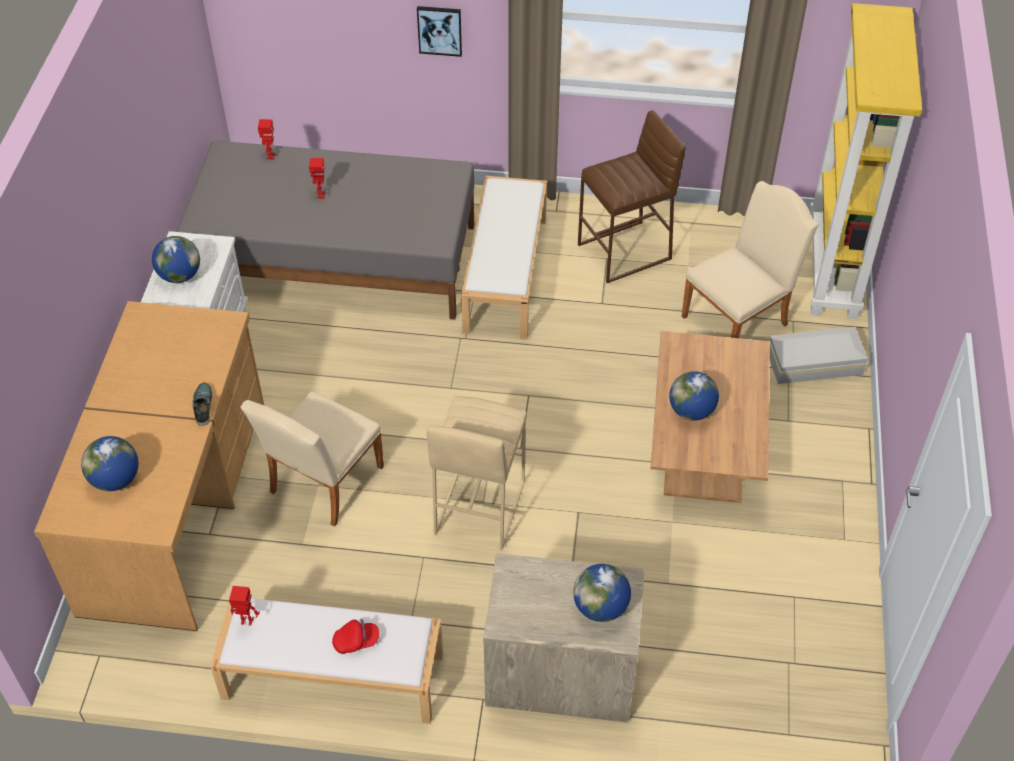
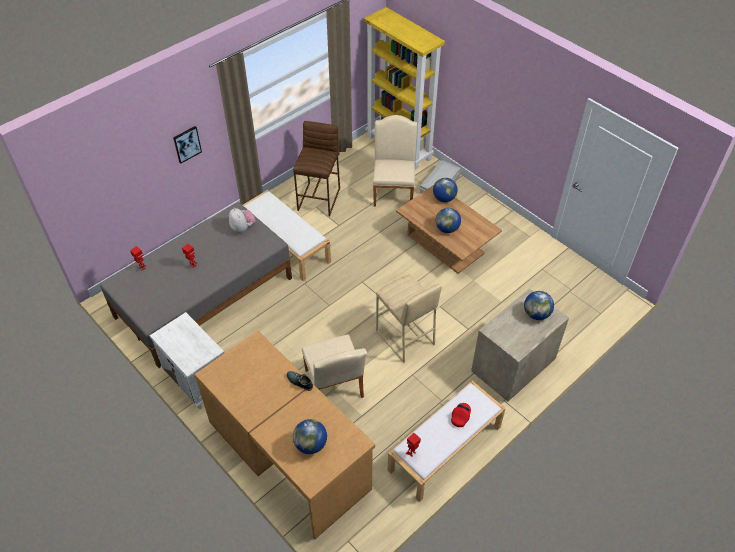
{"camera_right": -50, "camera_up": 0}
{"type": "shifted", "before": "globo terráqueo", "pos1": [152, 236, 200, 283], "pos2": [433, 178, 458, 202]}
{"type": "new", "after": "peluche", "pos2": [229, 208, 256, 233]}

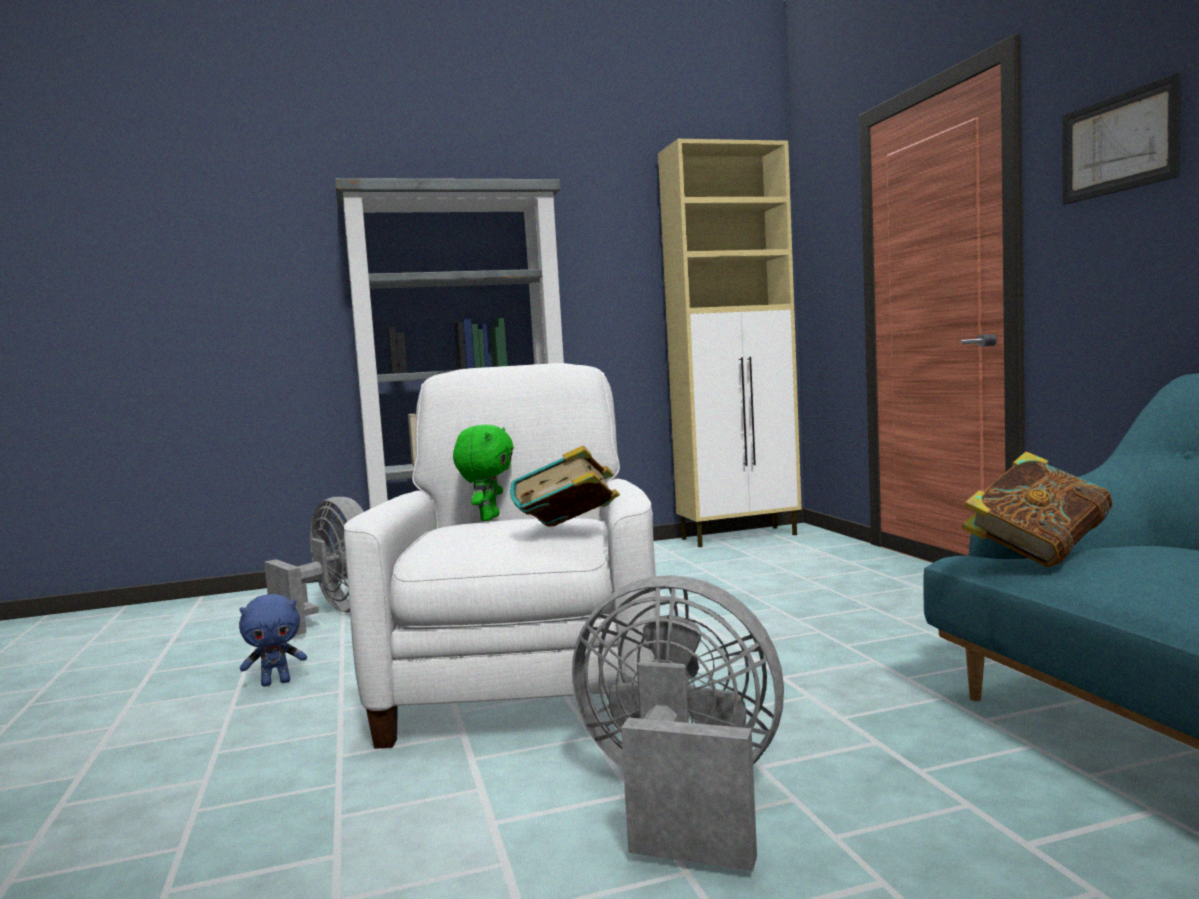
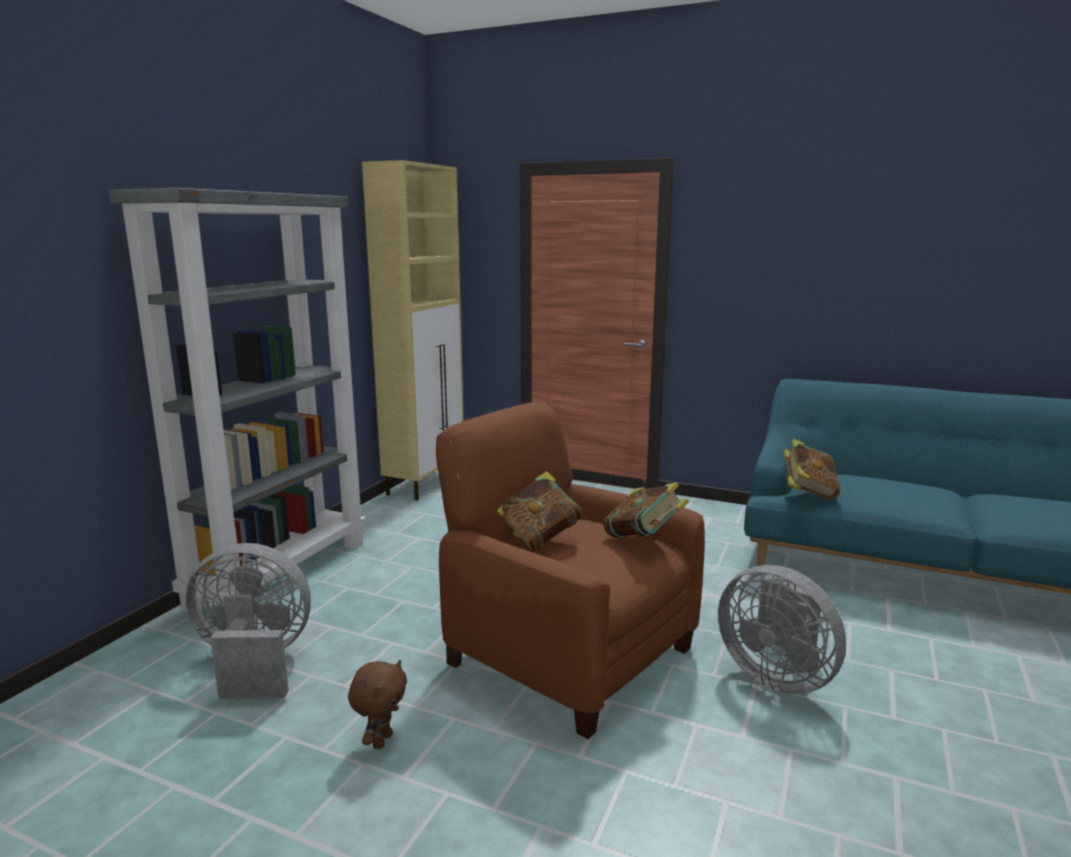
{"camera_right": -50, "camera_up": 10}
{"type": "gone", "before": "cuadro", "pos1": [1062, 73, 1181, 205]}
{"type": "repainted", "before": "sillón (blanco)", "after": "sillón (marrón)", "pos1": [344, 363, 657, 749], "pos2": [436, 402, 705, 739]}
{"type": "swapped", "before": "peluche (verde)", "after": "libro", "pos1": [453, 425, 514, 521], "pos2": [497, 471, 582, 552]}
{"type": "rotated", "before": "ventilador (gris)", "pos1": [572, 575, 784, 871], "pos2": [718, 565, 846, 695], "turn": -105}
{"type": "repainted", "before": "peluche (azul)", "after": "peluche (marrón)", "pos1": [239, 594, 307, 687], "pos2": [348, 660, 407, 749]}

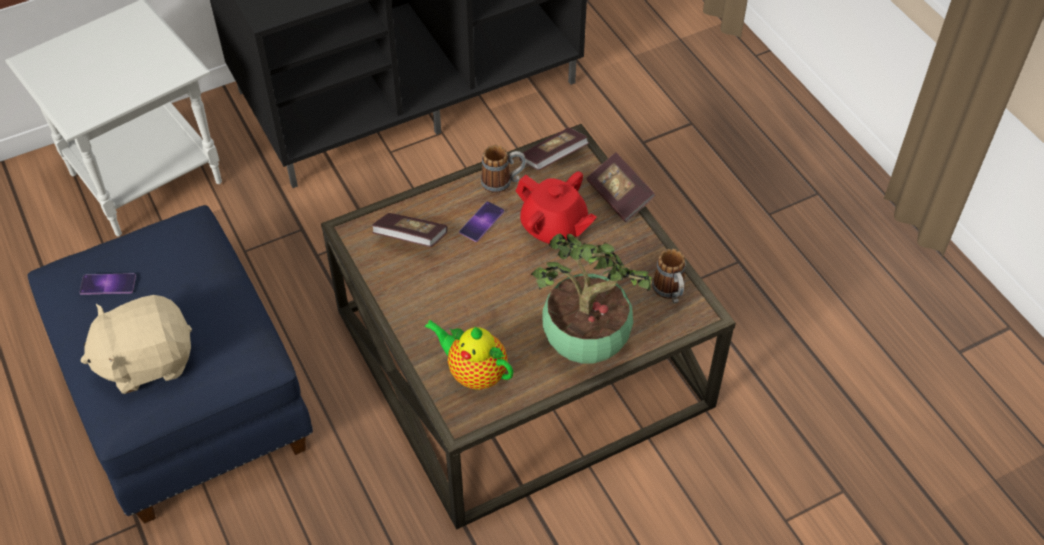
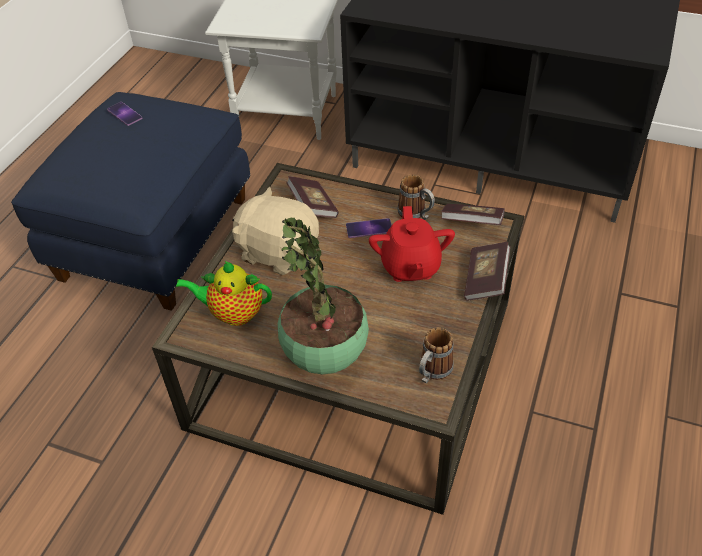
{"camera_right": 50, "camera_up": -5}
{"type": "shifted", "before": "peluche (beis)", "pos1": [81, 295, 192, 394], "pos2": [232, 186, 319, 275]}
{"type": "rotated", "before": "tetera", "pos1": [424, 320, 513, 390], "pos2": [176, 261, 272, 326], "turn": -75}

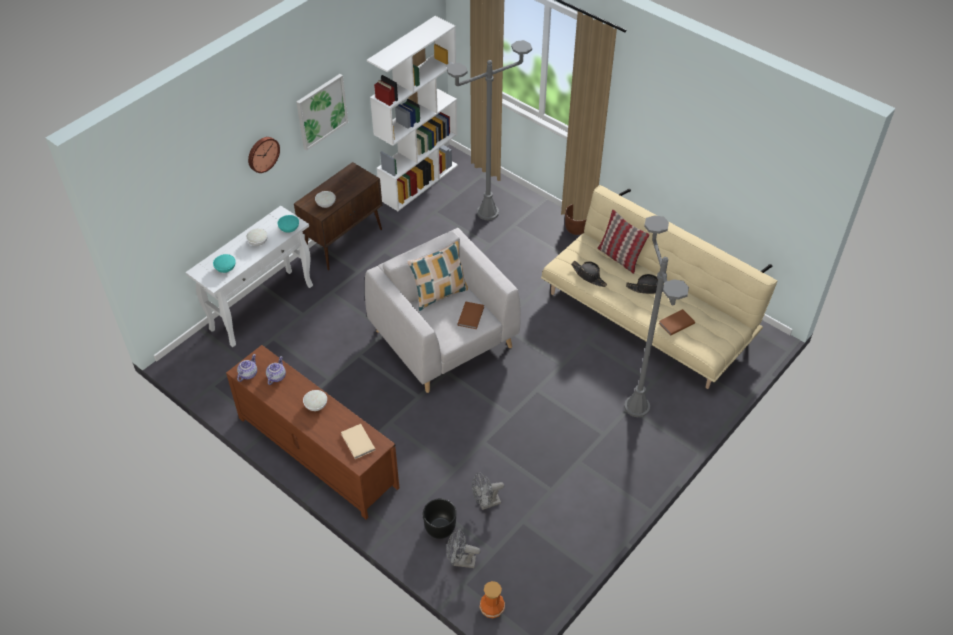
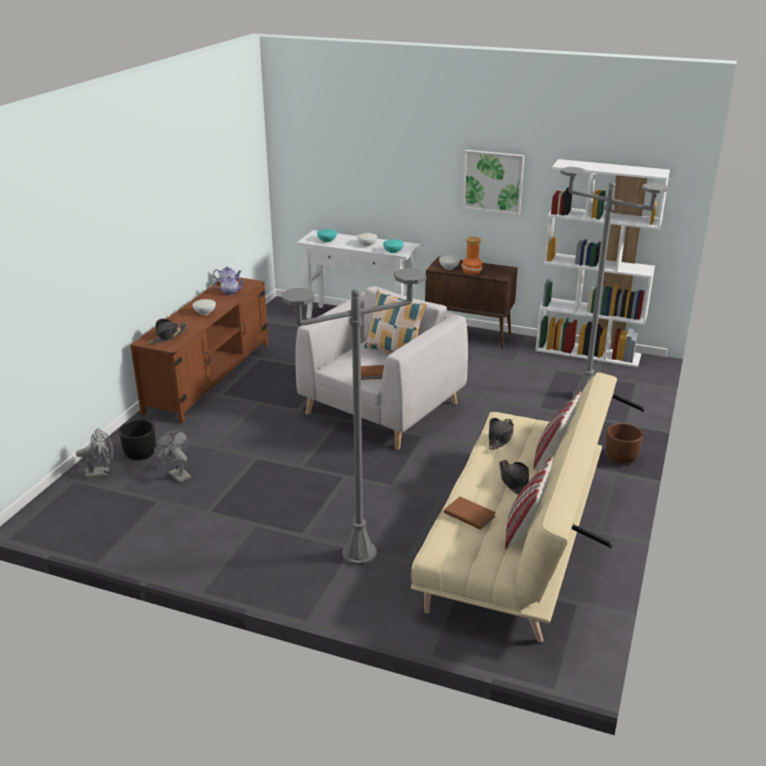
{"camera_right": 70, "camera_up": -20}
{"type": "gone", "before": "reloj de pared", "pos1": [248, 137, 280, 173]}
{"type": "swapped", "before": "libro (beis)", "after": "sombrero (negro)", "pos1": [341, 424, 376, 459], "pos2": [148, 319, 187, 344]}
{"type": "rotated", "before": "ventilador (gris)", "pos1": [446, 528, 481, 568], "pos2": [76, 428, 113, 479], "turn": 90}
{"type": "shifted", "before": "florero", "pos1": [480, 581, 505, 618], "pos2": [462, 237, 483, 275]}
{"type": "new", "after": "cojín", "pos2": [505, 456, 553, 550]}

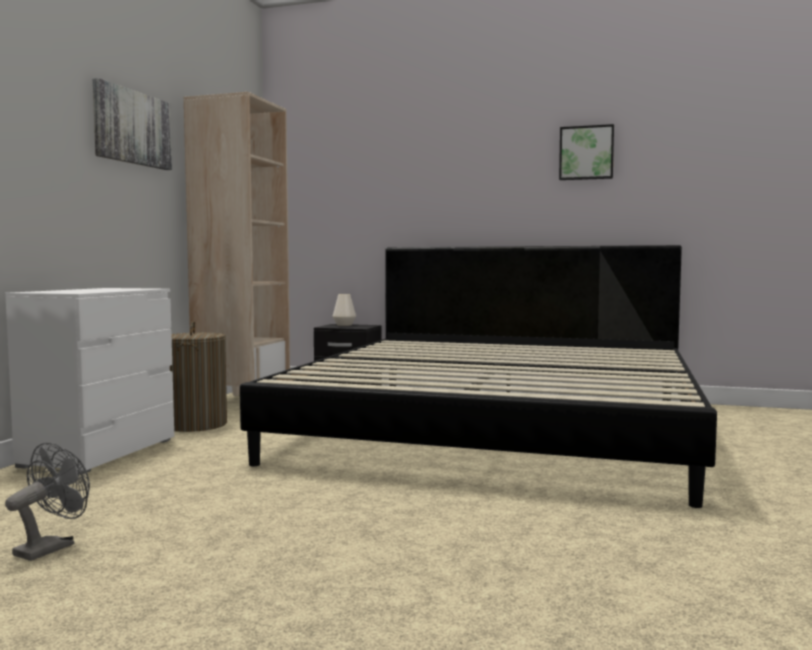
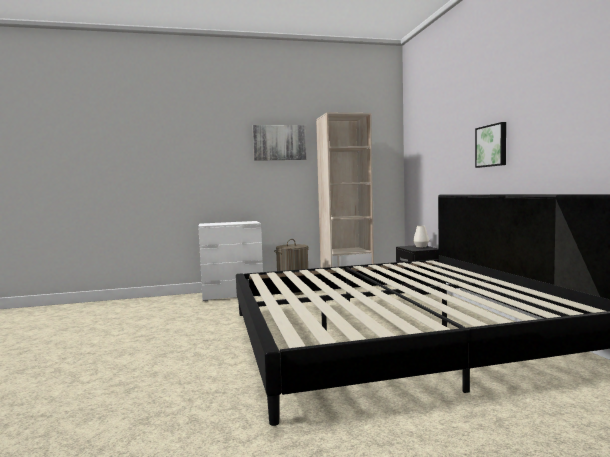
{"camera_right": 60, "camera_up": 0}
{"type": "shifted", "before": "cuadro", "pos1": [559, 124, 614, 180], "pos2": [475, 122, 506, 168]}
{"type": "gone", "before": "ventilador (gris)", "pos1": [5, 442, 90, 561]}

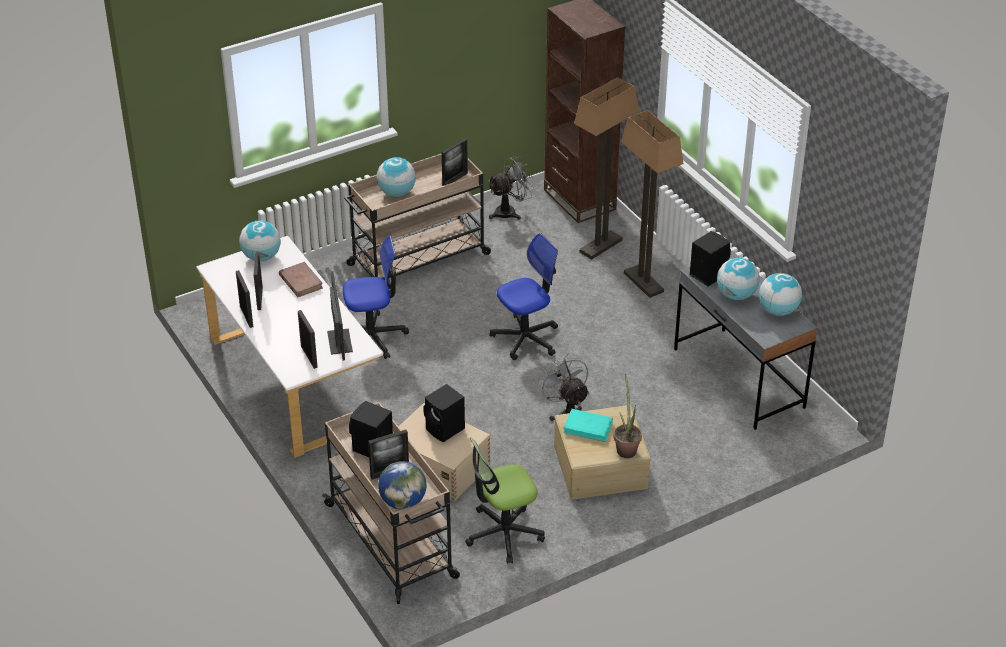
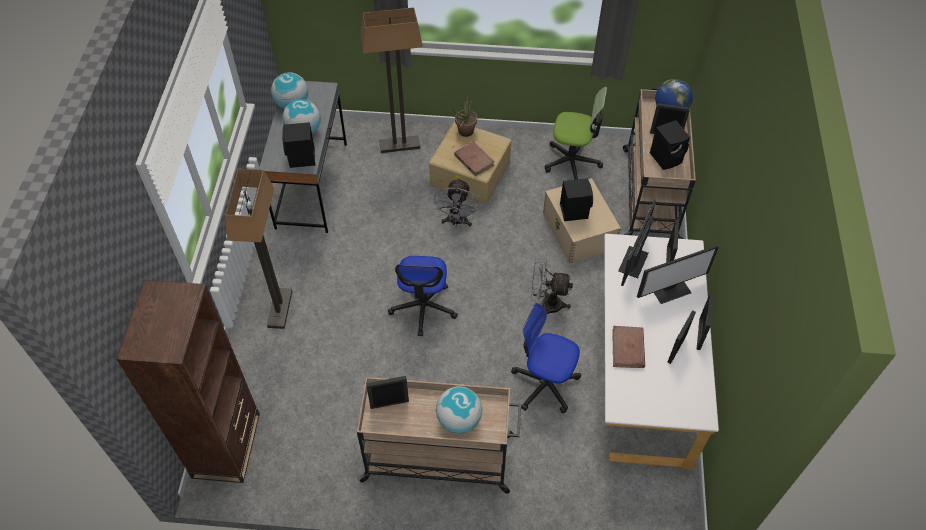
{"camera_right": -145, "camera_up": 15}
{"type": "shifted", "before": "lámpara de pie", "pos1": [574, 77, 639, 259], "pos2": [361, 7, 423, 153]}
{"type": "shifted", "before": "ventilador (gris)", "pos1": [488, 156, 534, 220], "pos2": [531, 258, 573, 314]}
{"type": "gone", "before": "globo terráqueo", "pos1": [239, 220, 281, 262]}
{"type": "rotated", "before": "silla de oficina", "pos1": [489, 233, 558, 360], "pos2": [388, 256, 458, 336], "turn": -90}
{"type": "repainted", "before": "libro (turquesa)", "after": "libro (marrón)", "pos1": [563, 409, 613, 442], "pos2": [454, 141, 494, 176]}
{"type": "new", "after": "monitor", "pos2": [637, 245, 719, 304]}

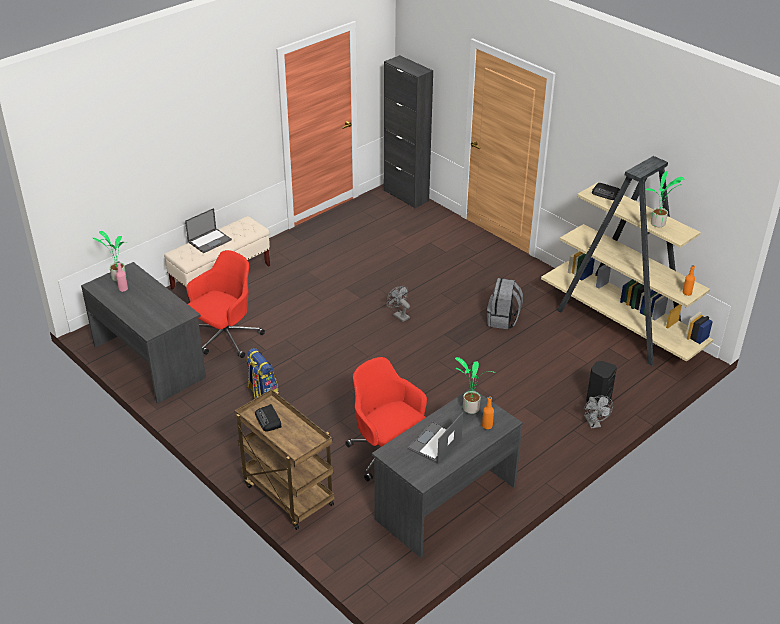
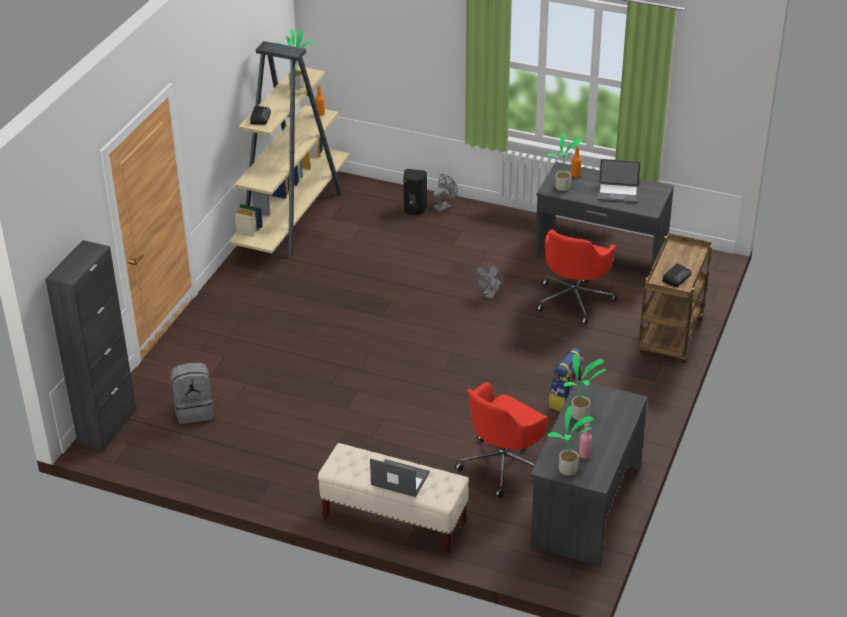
{"camera_right": -115, "camera_up": 0}
{"type": "rotated", "before": "silla de oficina (rojo)", "pos1": [186, 250, 265, 358], "pos2": [454, 382, 548, 498], "turn": -60}
{"type": "shifted", "before": "mochila (gris)", "pos1": [487, 278, 523, 329], "pos2": [171, 363, 214, 424]}
{"type": "shifted", "before": "ventilador (gris)", "pos1": [387, 286, 410, 322], "pos2": [474, 263, 503, 299]}
{"type": "new", "after": "planta en maceta", "pos2": [564, 354, 606, 420]}

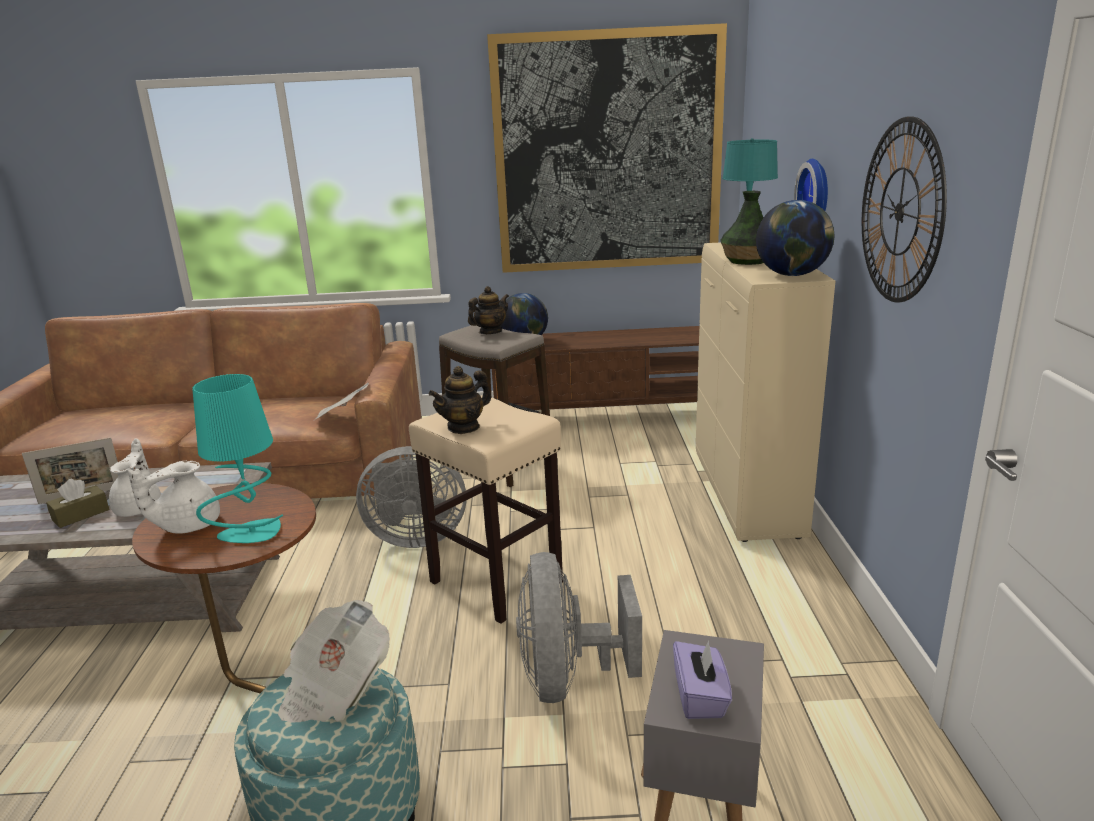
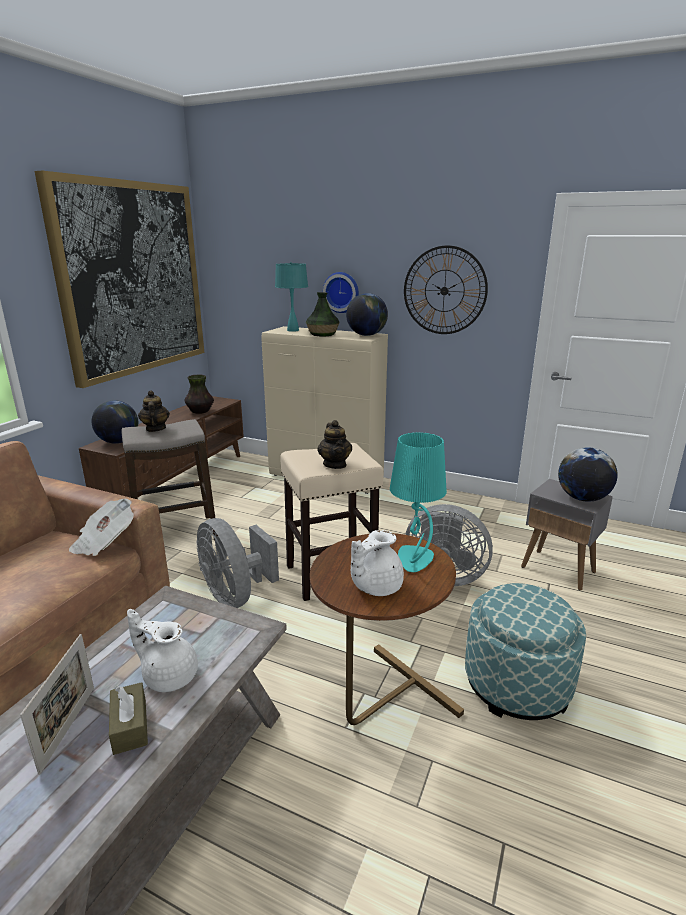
{"camera_right": -65, "camera_up": 0}
{"type": "rotated", "before": "ventilador (gris)", "pos1": [356, 446, 466, 548], "pos2": [196, 518, 279, 608], "turn": 120}
{"type": "rotated", "before": "tetera (blanco)", "pos1": [127, 461, 220, 534], "pos2": [351, 530, 404, 596], "turn": 60}
{"type": "gone", "before": "periódico", "pos1": [278, 600, 390, 723]}
{"type": "swapped", "before": "caja de pañuelos (morado)", "after": "globo terráqueo", "pos1": [673, 640, 732, 719], "pos2": [558, 447, 618, 502]}
{"type": "new", "after": "florero", "pos2": [184, 375, 214, 414]}

